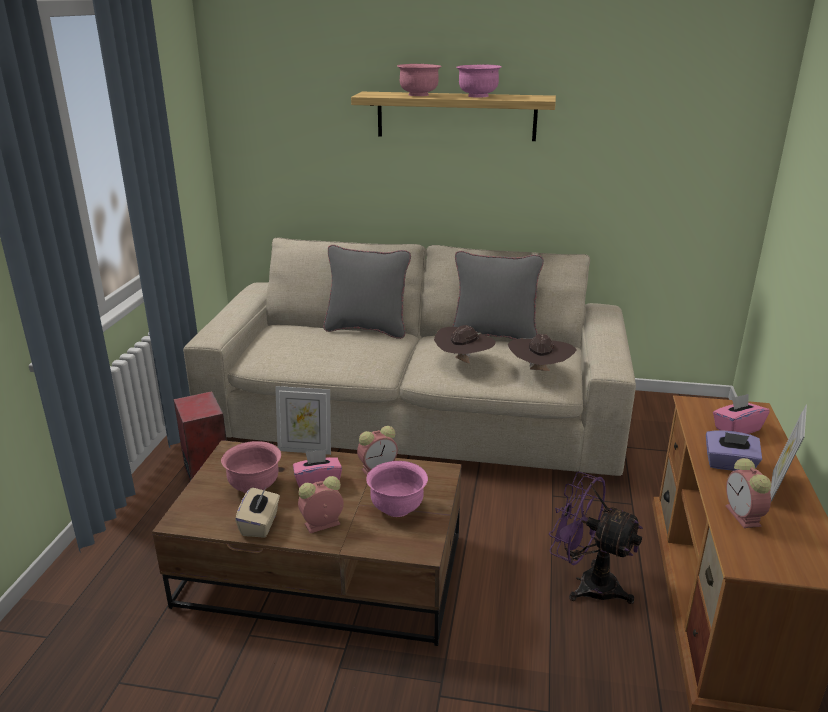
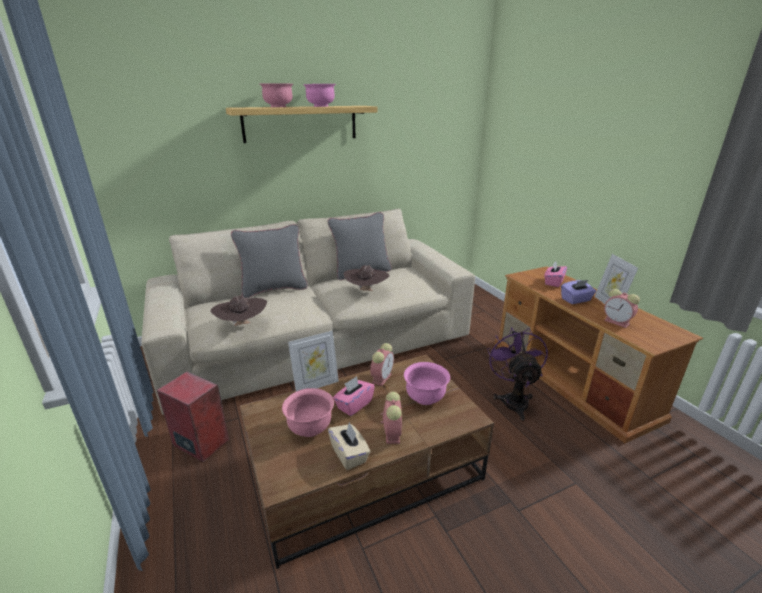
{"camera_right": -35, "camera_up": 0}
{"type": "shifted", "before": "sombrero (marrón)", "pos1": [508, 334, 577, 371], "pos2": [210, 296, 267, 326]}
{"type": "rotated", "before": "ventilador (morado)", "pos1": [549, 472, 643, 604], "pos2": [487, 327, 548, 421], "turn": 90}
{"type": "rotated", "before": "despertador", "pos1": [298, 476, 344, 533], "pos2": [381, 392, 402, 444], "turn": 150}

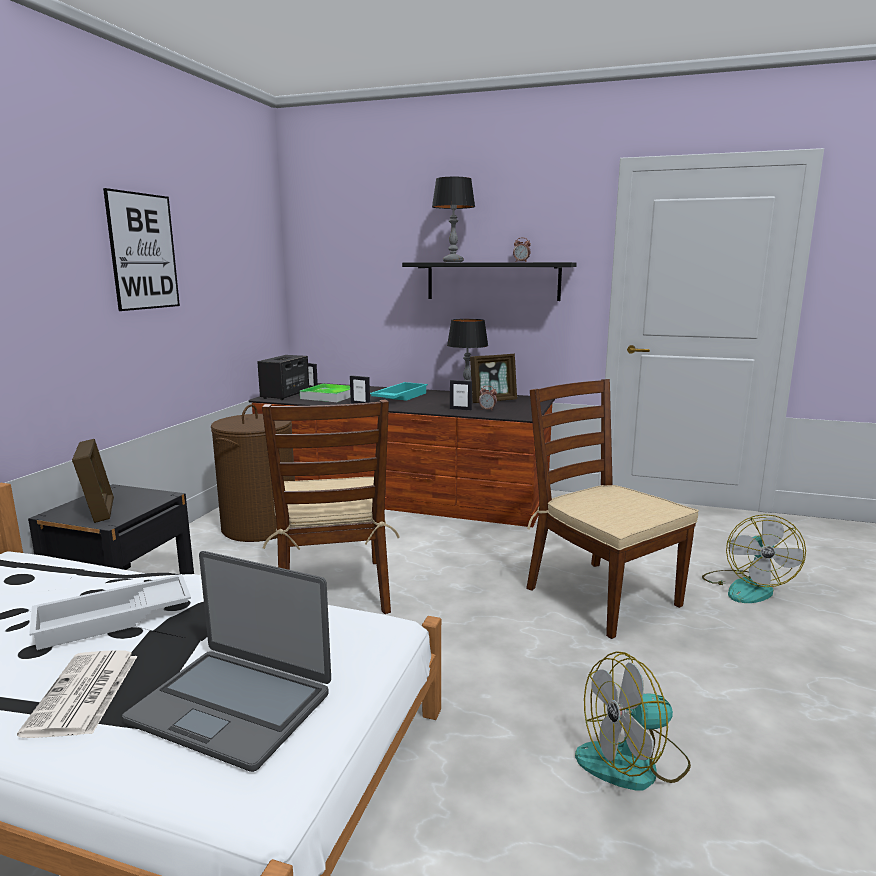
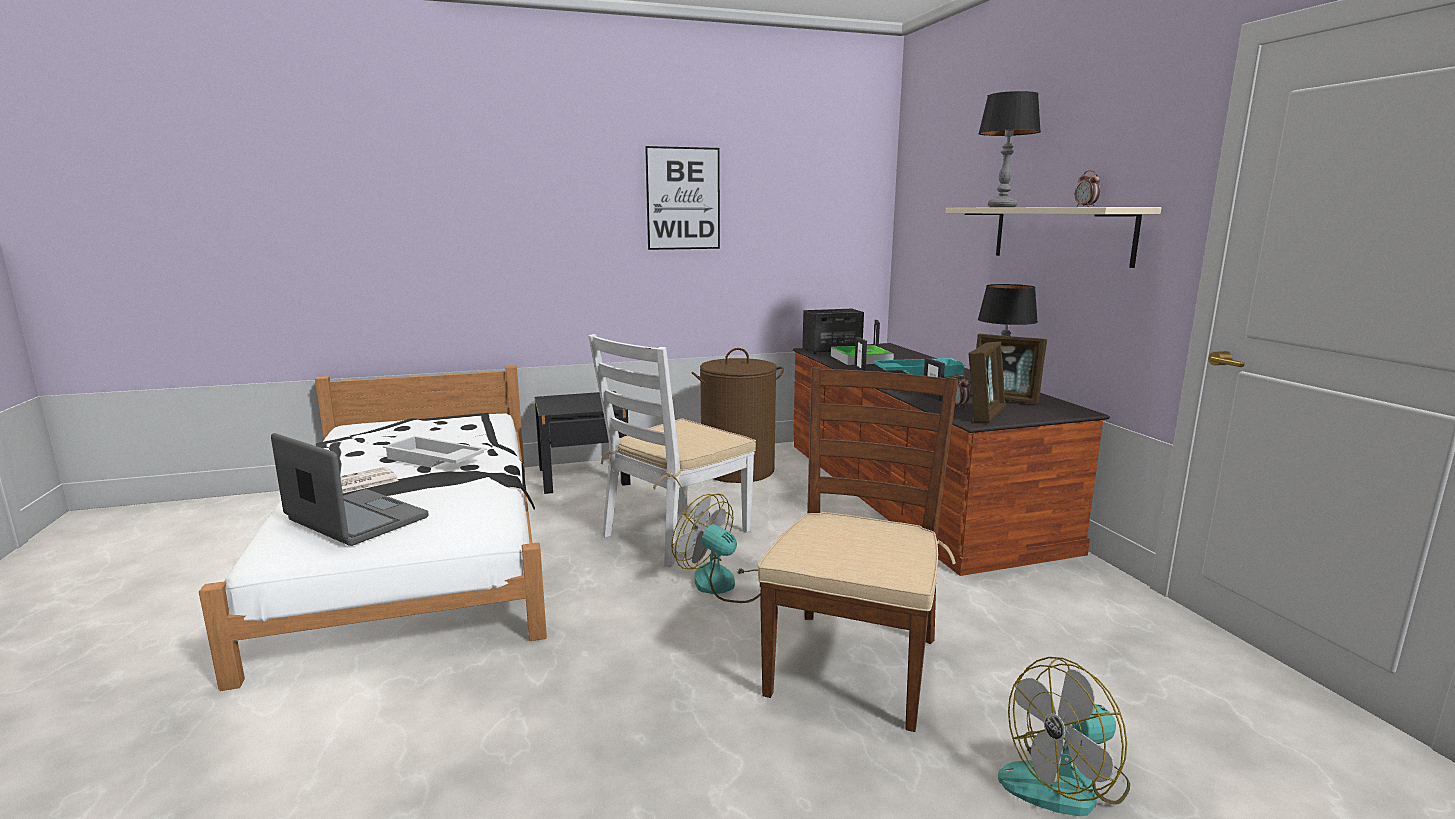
{"camera_right": 55, "camera_up": 0}
{"type": "repainted", "before": "estante (negro)", "after": "estante (beis)", "pos1": [402, 262, 577, 301], "pos2": [946, 207, 1161, 268]}
{"type": "repainted", "before": "silla (marrón)", "after": "silla (blanco)", "pos1": [262, 399, 400, 614], "pos2": [588, 334, 756, 568]}
{"type": "shifted", "before": "portarretratos", "pos1": [72, 439, 114, 523], "pos2": [969, 341, 1005, 422]}
{"type": "rotated", "before": "portátil", "pos1": [122, 551, 331, 772], "pos2": [271, 433, 429, 546], "turn": 135}
{"type": "shifted", "before": "ventilador", "pos1": [575, 651, 691, 791], "pos2": [671, 493, 761, 603]}

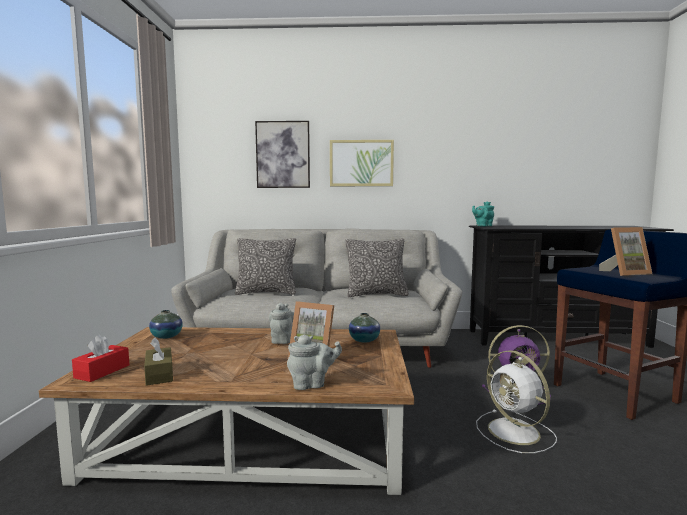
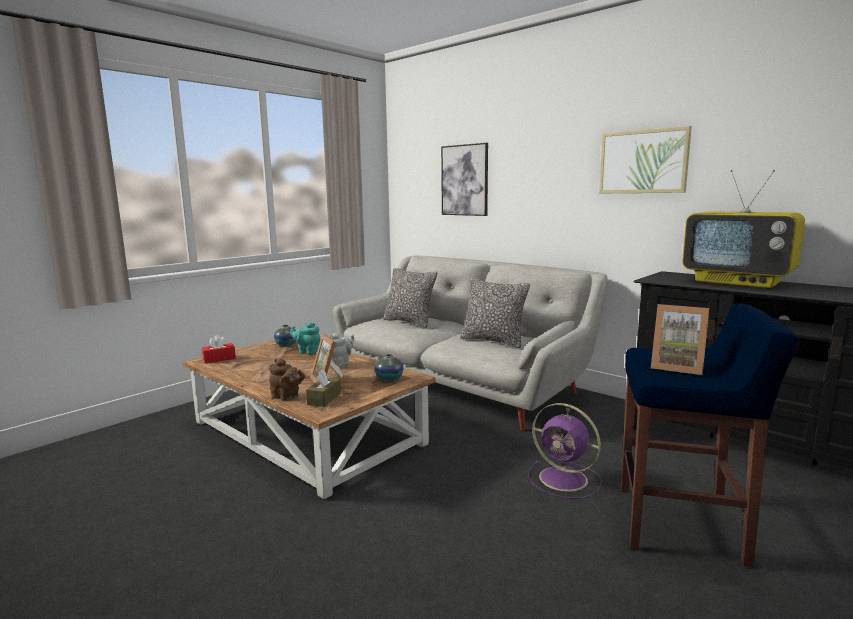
{"camera_right": 40, "camera_up": 5}
{"type": "shifted", "before": "cuadro", "pos1": [330, 140, 394, 186], "pos2": [599, 126, 692, 193]}
{"type": "shifted", "before": "tetera (turquesa)", "pos1": [472, 202, 494, 227], "pos2": [290, 322, 321, 354]}
{"type": "repainted", "before": "tetera (gris)", "after": "tetera (marrón)", "pos1": [287, 335, 342, 390], "pos2": [269, 359, 305, 400]}
{"type": "shifted", "before": "caja de pañuelos (marrón)", "pos1": [144, 338, 173, 386], "pos2": [306, 369, 341, 407]}
{"type": "gone", "before": "ventilador (blanco)", "pos1": [476, 350, 557, 453]}
{"type": "new", "after": "televisor", "pos2": [682, 170, 805, 288]}

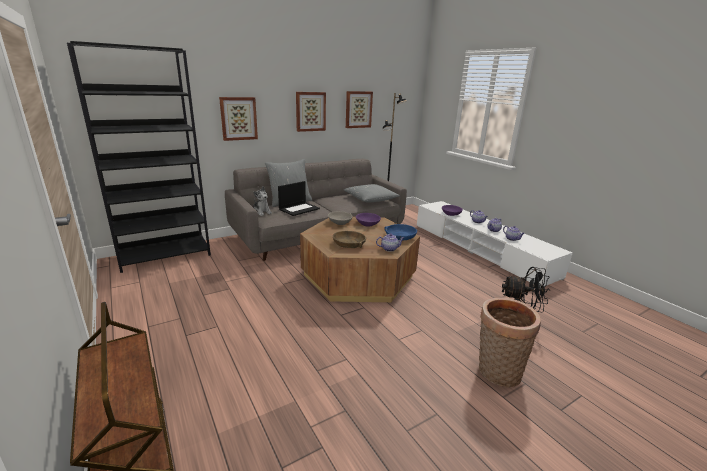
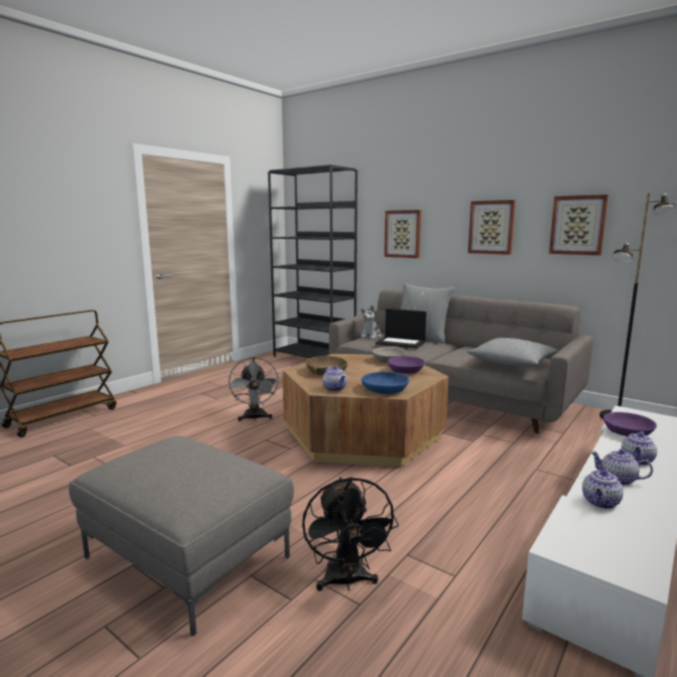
{"camera_right": 70, "camera_up": -10}
{"type": "swapped", "before": "cesta", "after": "puf (gris)", "pos1": [479, 298, 541, 387], "pos2": [69, 436, 294, 636]}
{"type": "new", "after": "ventilador (gris)", "pos2": [229, 357, 279, 421]}

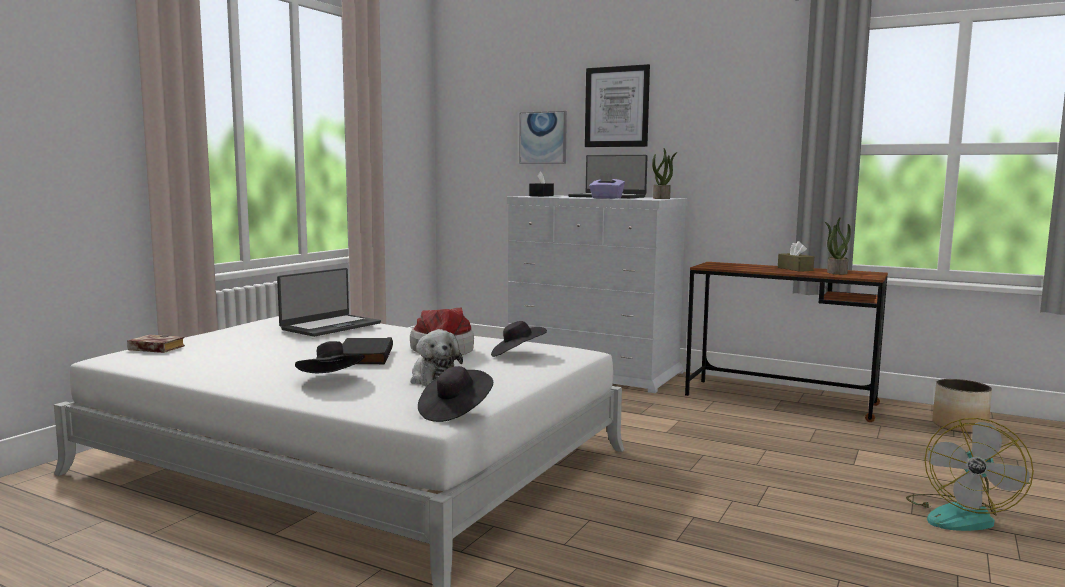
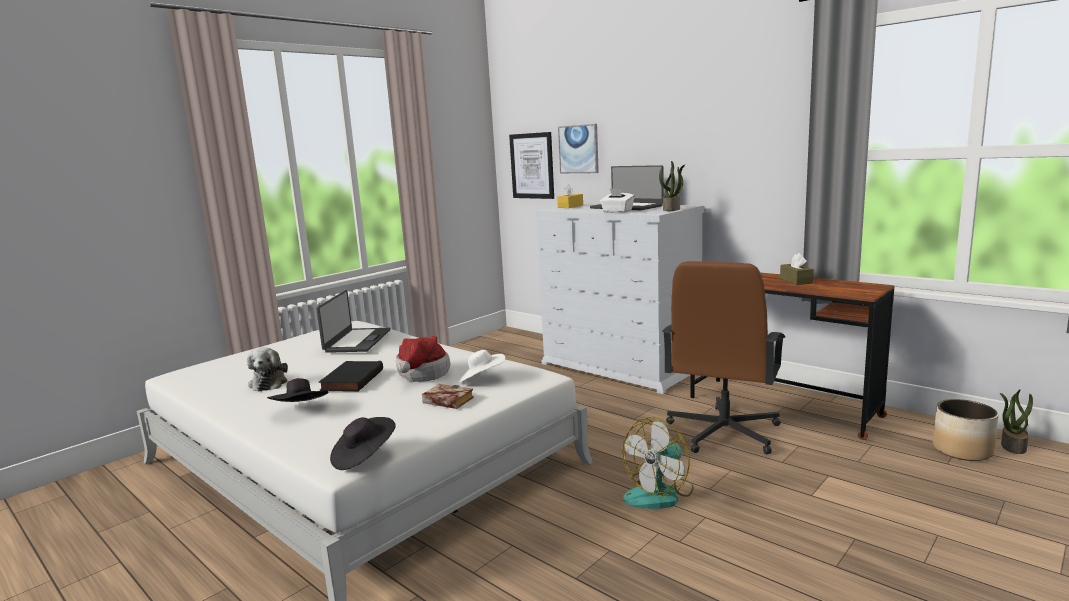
{"camera_right": 15, "camera_up": 5}
{"type": "shifted", "before": "cuadro", "pos1": [585, 64, 650, 147], "pos2": [509, 132, 554, 199]}
{"type": "repainted", "before": "caja de pañuelos (negro)", "after": "caja de pañuelos (amarillo)", "pos1": [529, 172, 554, 196], "pos2": [557, 184, 583, 208]}
{"type": "repainted", "before": "caja de pañuelos (morado)", "after": "caja de pañuelos (blanco)", "pos1": [589, 173, 625, 199], "pos2": [600, 188, 635, 213]}
{"type": "shifted", "before": "planta en maceta", "pos1": [825, 217, 851, 275], "pos2": [1000, 389, 1033, 454]}
{"type": "rotated", "before": "portátil", "pos1": [277, 268, 381, 337], "pos2": [316, 290, 391, 353], "turn": -45}
{"type": "repainted", "before": "sombrero (negro)", "after": "sombrero (blanco)", "pos1": [491, 321, 547, 357], "pos2": [459, 350, 506, 383]}
{"type": "shifted", "before": "peluche", "pos1": [411, 330, 463, 387], "pos2": [247, 348, 288, 391]}
{"type": "shifted", "before": "libro", "pos1": [127, 334, 185, 353], "pos2": [422, 384, 474, 409]}
{"type": "shifted", "before": "ventilador", "pos1": [906, 418, 1034, 531], "pos2": [622, 417, 694, 509]}
{"type": "new", "after": "silla de oficina (marrón)", "pos2": [662, 261, 785, 454]}

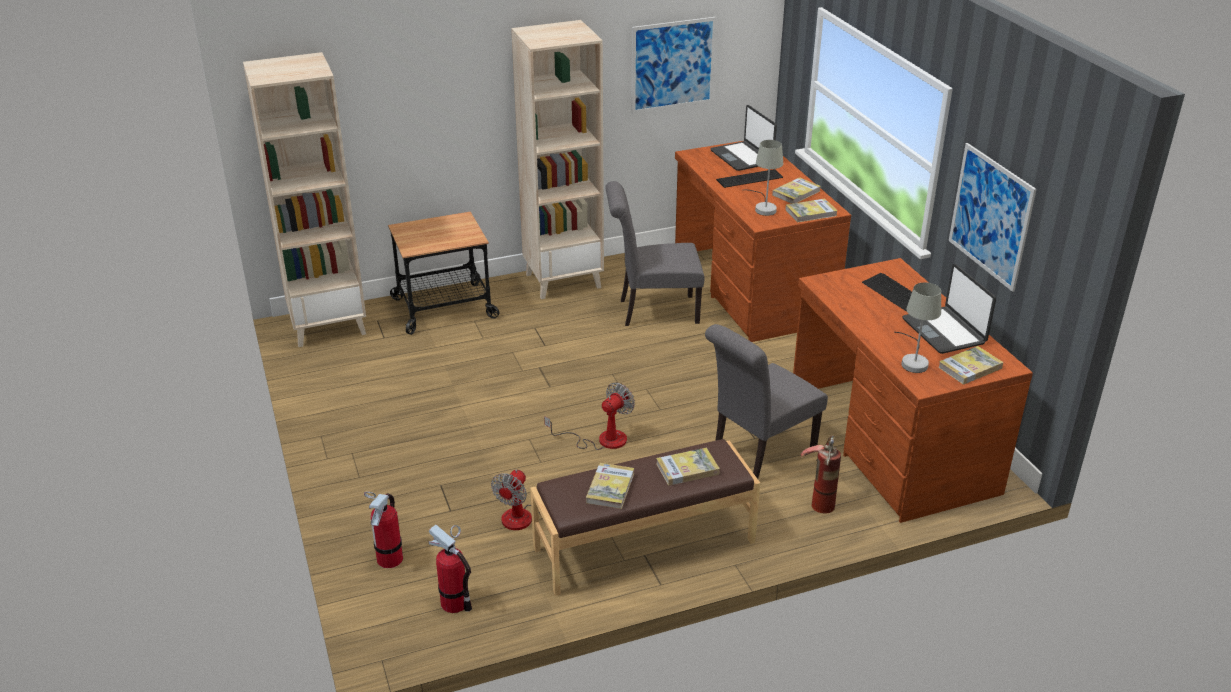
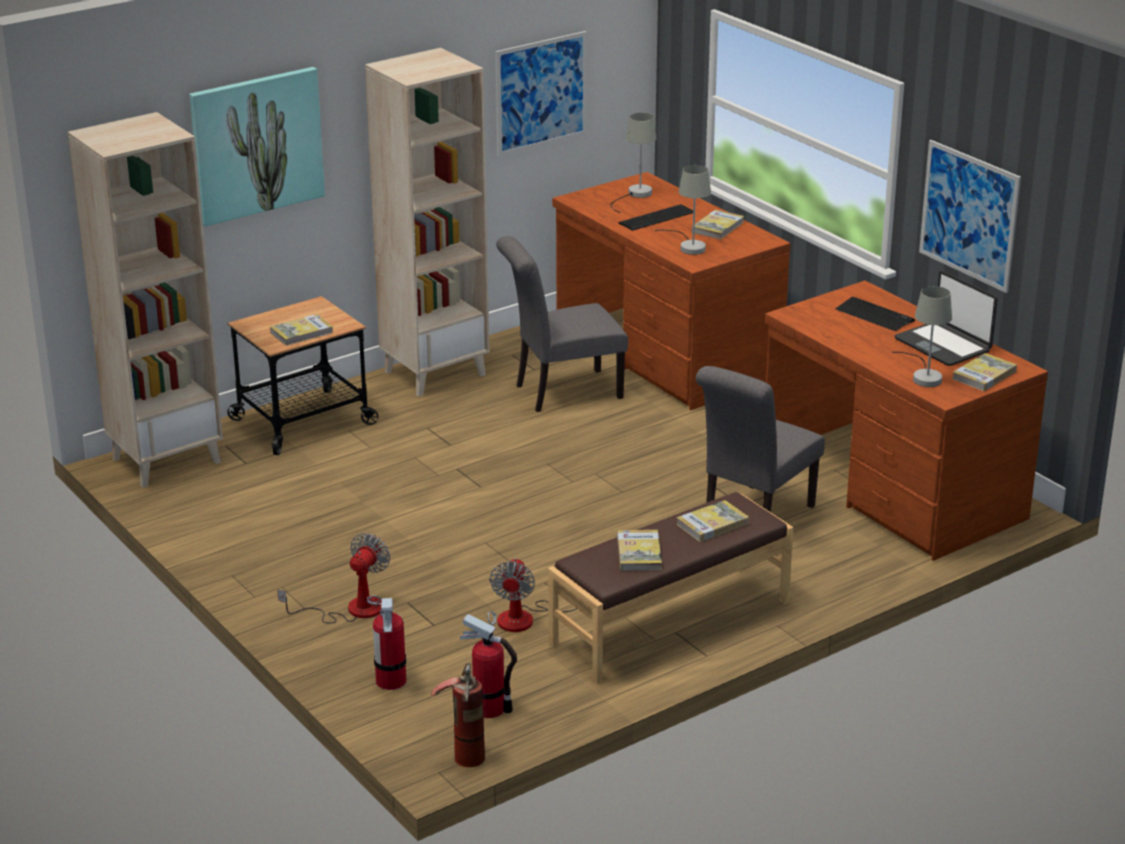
{"camera_right": -15, "camera_up": -5}
{"type": "swapped", "before": "portátil", "after": "lámpara de mesa (gris)", "pos1": [710, 105, 777, 171], "pos2": [610, 113, 656, 213]}
{"type": "shifted", "before": "libro", "pos1": [785, 199, 838, 222], "pos2": [270, 314, 333, 346]}
{"type": "shifted", "before": "ventilador", "pos1": [544, 382, 635, 450], "pos2": [277, 533, 390, 624]}
{"type": "shifted", "before": "extintor", "pos1": [800, 435, 841, 513], "pos2": [430, 663, 485, 767]}
{"type": "new", "after": "cuadro", "pos2": [189, 67, 325, 226]}

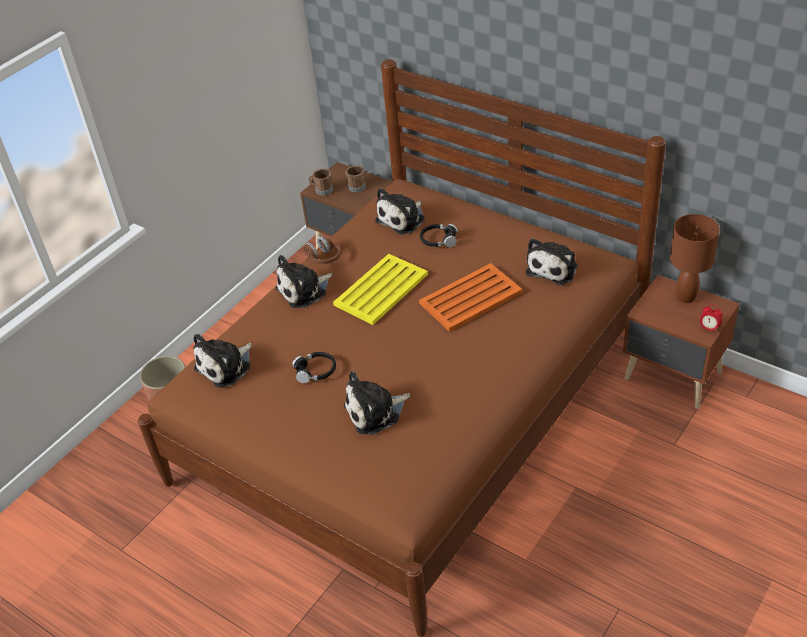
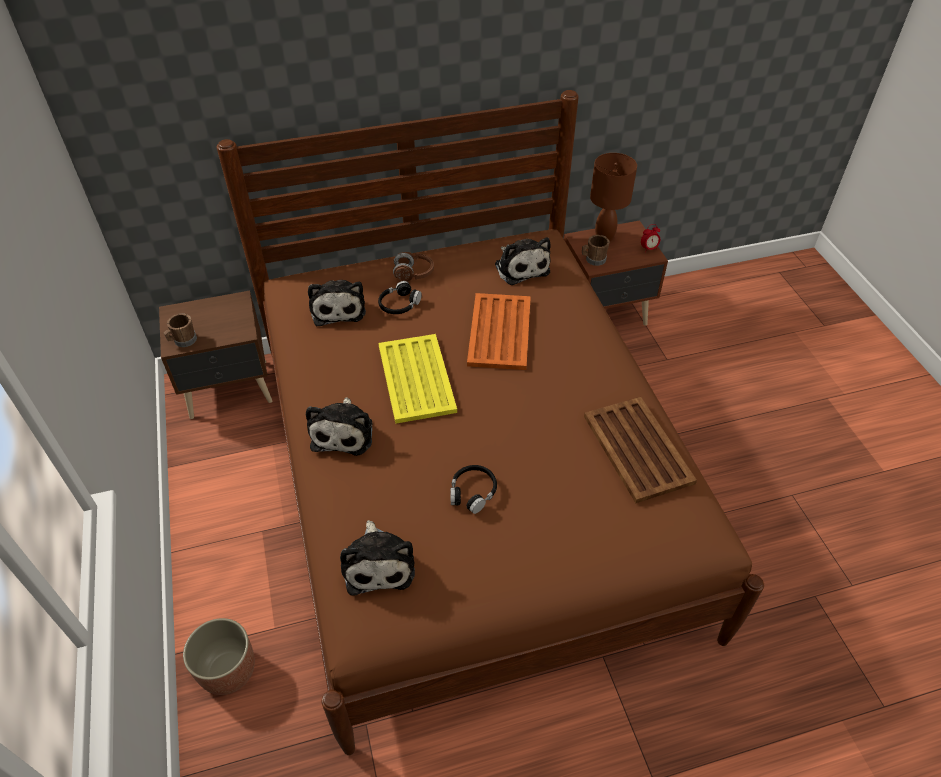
{"camera_right": -55, "camera_up": 5}
{"type": "shifted", "before": "taza grande (marrón)", "pos1": [345, 166, 366, 192], "pos2": [582, 235, 610, 266]}
{"type": "shifted", "before": "auriculares (marrón)", "pos1": [304, 236, 341, 264], "pos2": [393, 252, 434, 281]}
{"type": "gone", "before": "peluche", "pos1": [343, 371, 410, 435]}
{"type": "new", "after": "bandeja (marrón)", "pos2": [584, 397, 697, 503]}

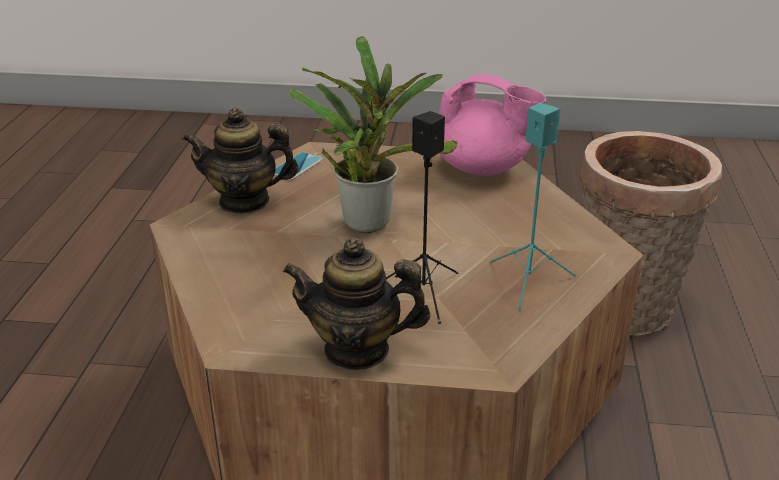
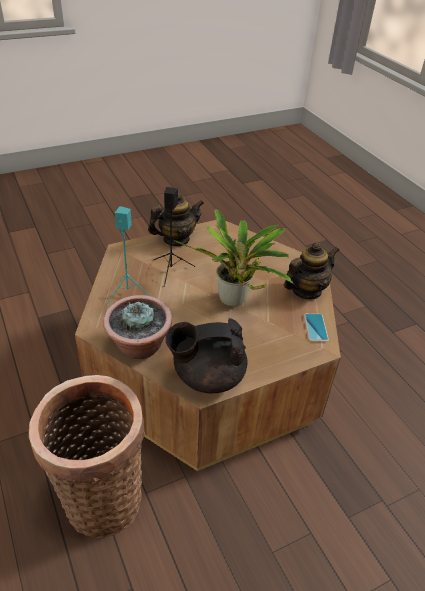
{"camera_right": 145, "camera_up": 10}
{"type": "repainted", "before": "tetera (rosa)", "after": "tetera (negro)", "pos1": [439, 74, 546, 176], "pos2": [165, 318, 247, 393]}
{"type": "new", "after": "planta en maceta", "pos2": [103, 295, 172, 359]}

